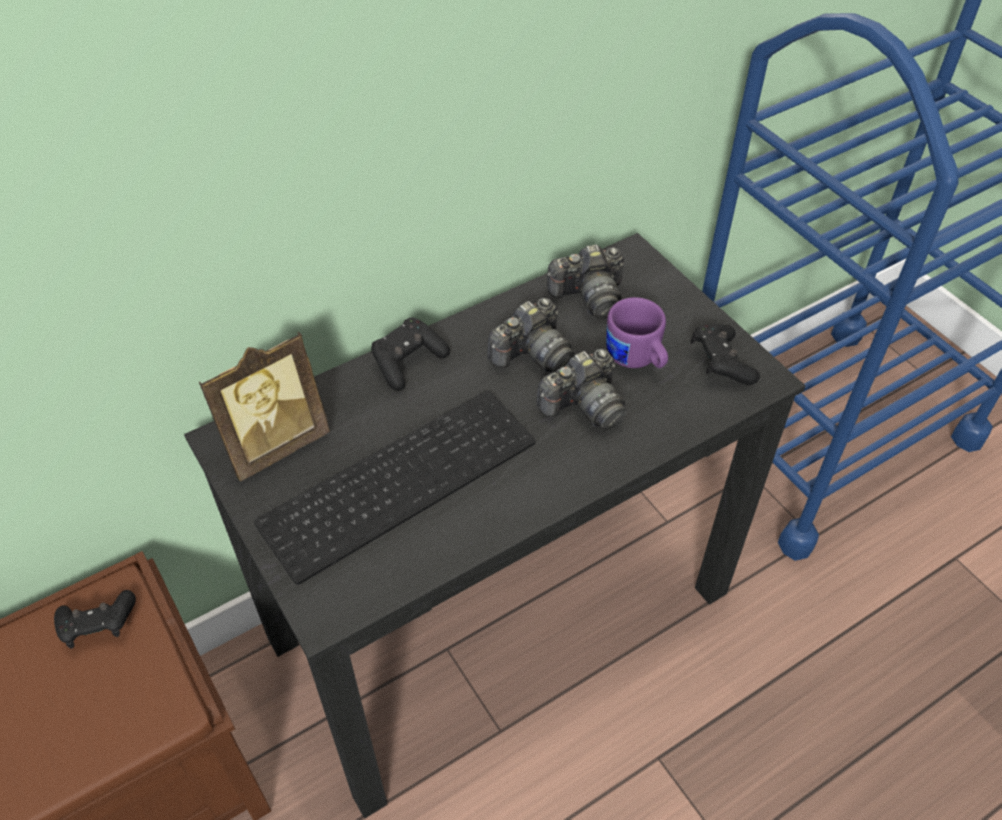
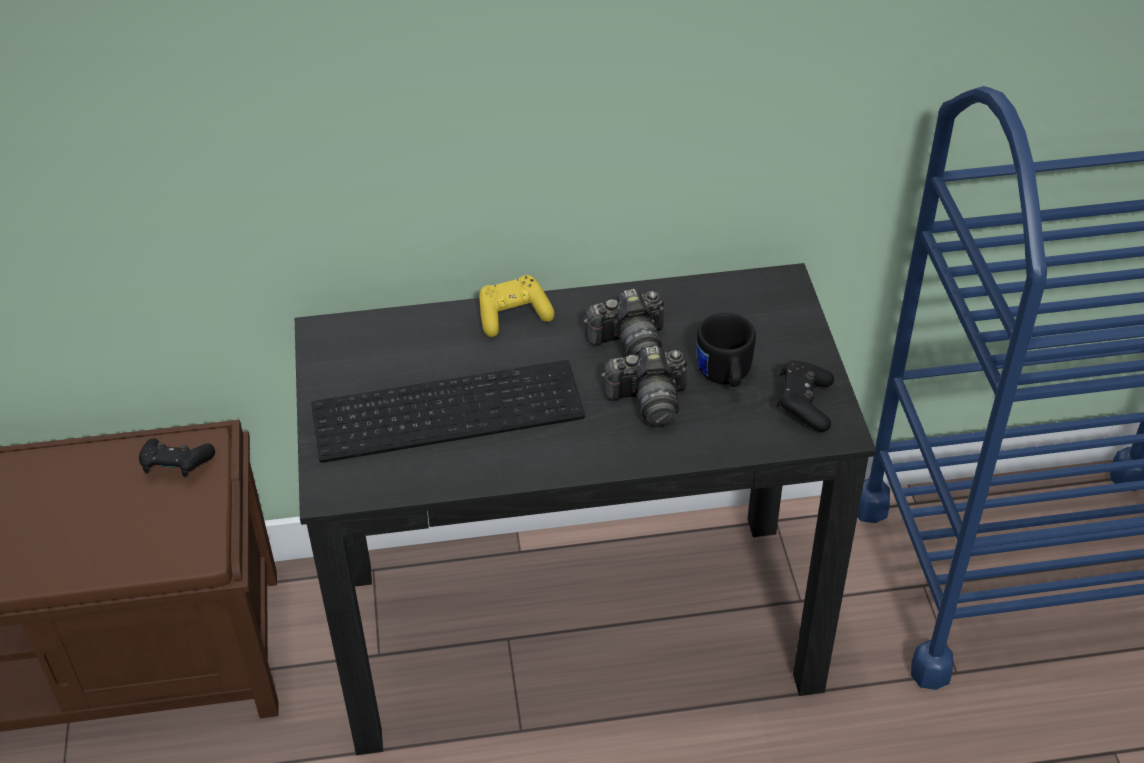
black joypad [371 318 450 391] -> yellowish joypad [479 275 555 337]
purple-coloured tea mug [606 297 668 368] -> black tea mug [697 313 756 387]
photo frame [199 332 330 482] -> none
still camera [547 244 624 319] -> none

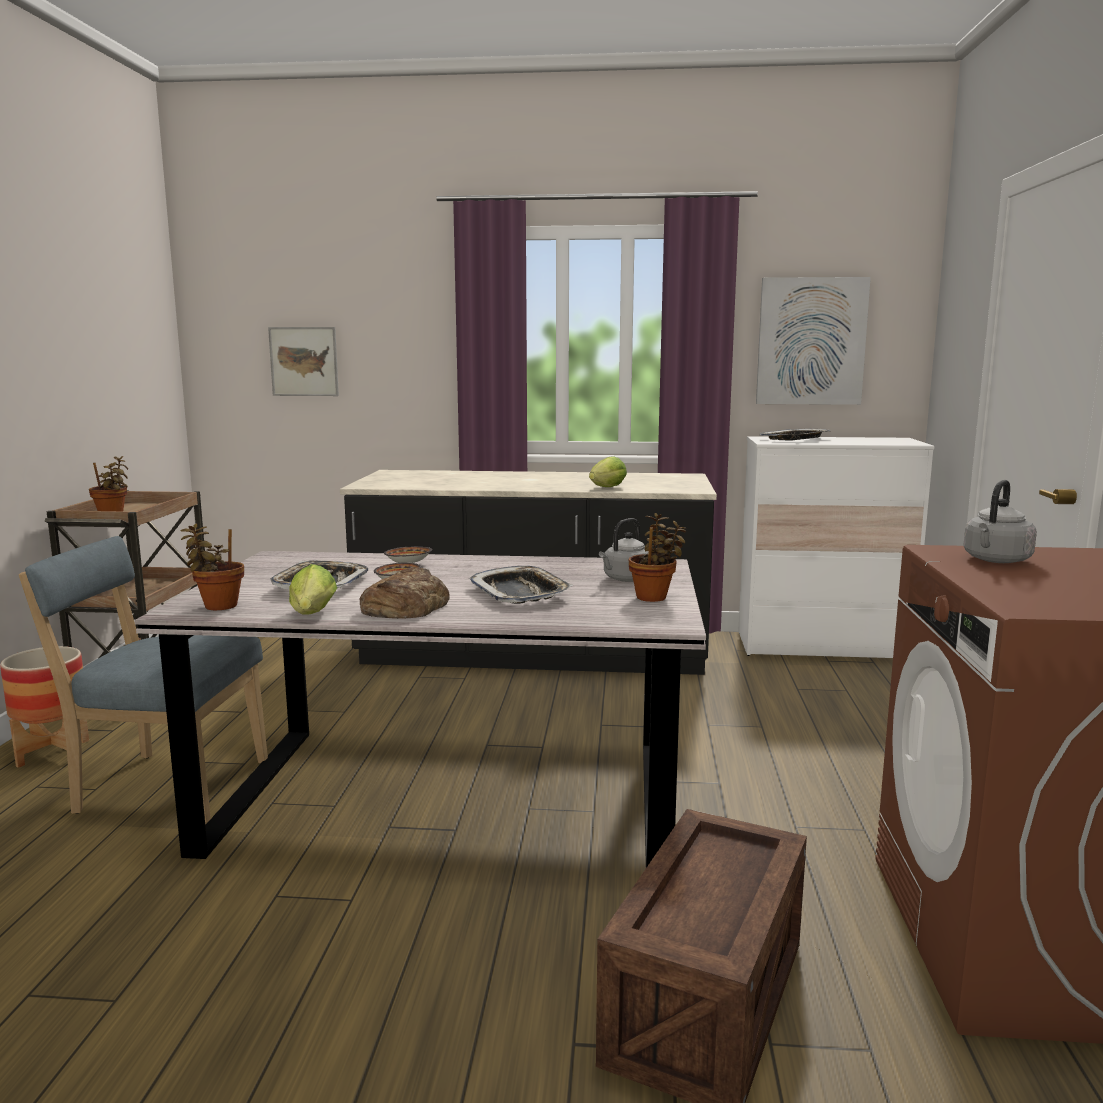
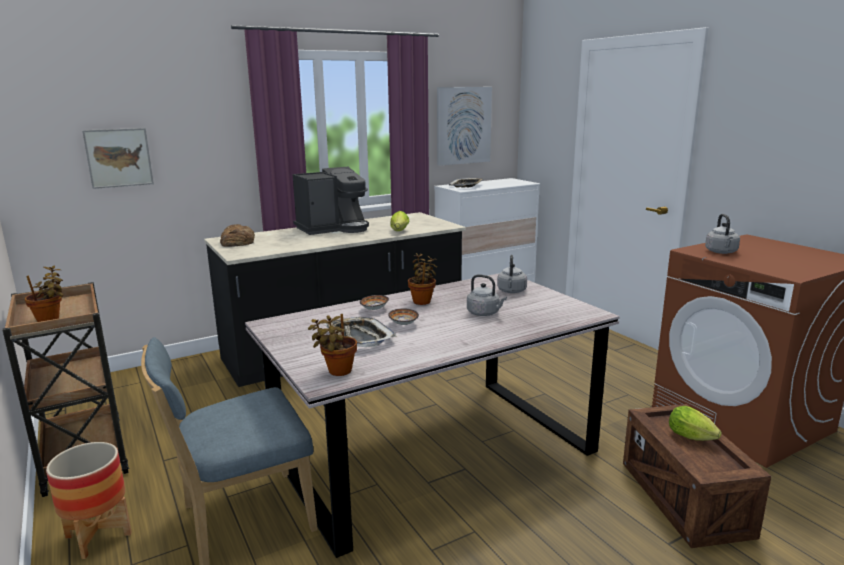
bread [359 567 450 619] -> bread [220 224 255 247], move
none -> coffee maker [293 167 369 235]
plant in a pot [629 513 687 602] -> plant in a pot [408 253 437 305], move
serving tray [469 566 573 604] -> grey kettle [467 274 507 316]
lettuce head [289 564 337 615] -> lettuce head [669 406 722 441], move

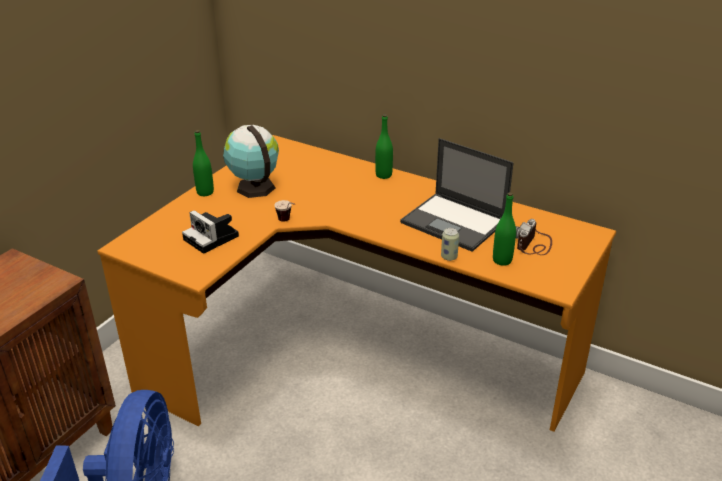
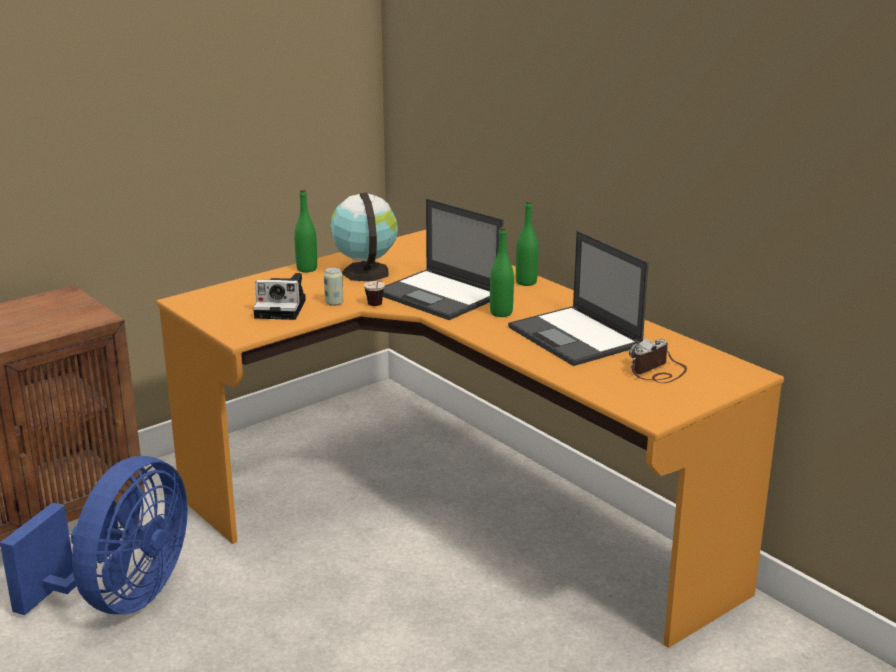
still camera [182 210 239 254] -> still camera [253 273 306 320], 60 degrees counterclockwise
can [441 228 459 261] -> can [324 267 344 306], move
none -> portable computer [383 198 503 320]
green-coloured bottle [493 192 516 266] -> green-coloured bottle [490 227 514 317], move

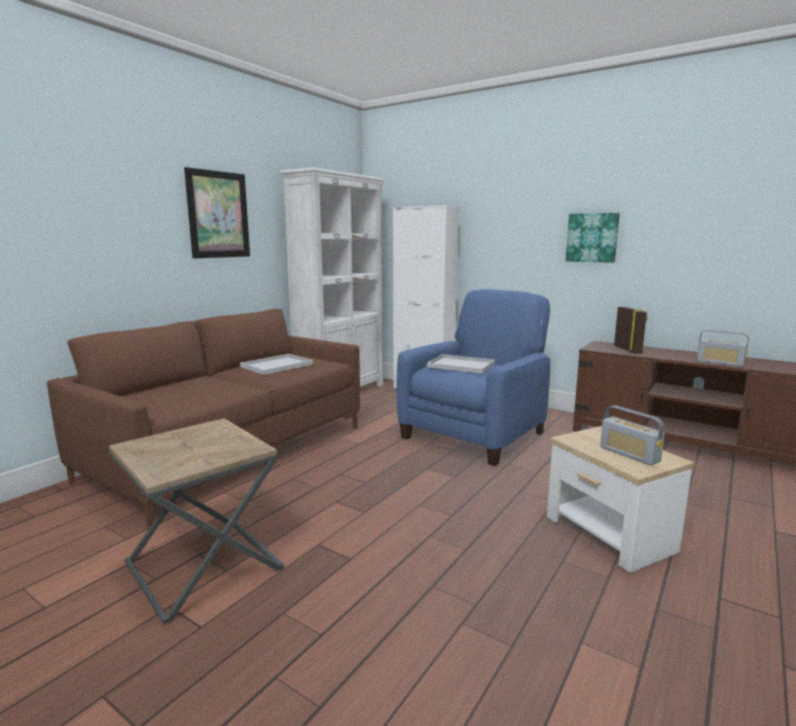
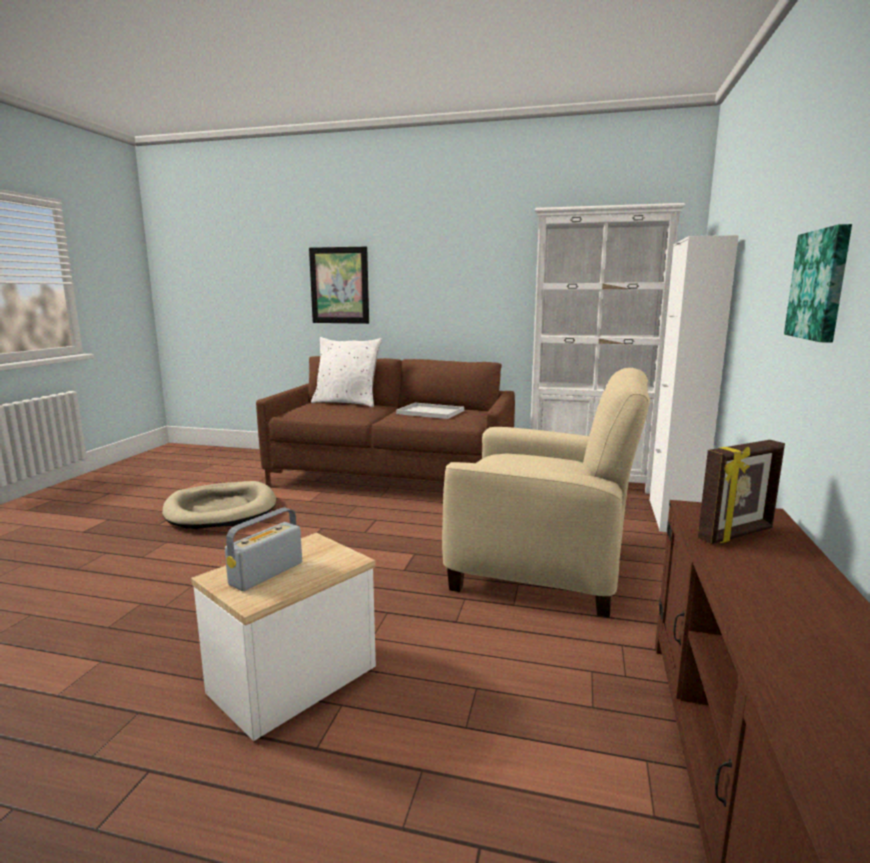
brown-coloured accent table [109 418 284 624] -> beige-coloured dog cushion [162 481 276 529]
wall picture [184 167 250 258] -> wall picture [309 247 369 324], move
none -> white pillow [311 337 382 407]
bluish lounge chair [397 289 550 466] -> beige-coloured lounge chair [442 368 650 618]
white serving tray [427 354 495 374] -> none
radio set [697 330 749 367] -> none

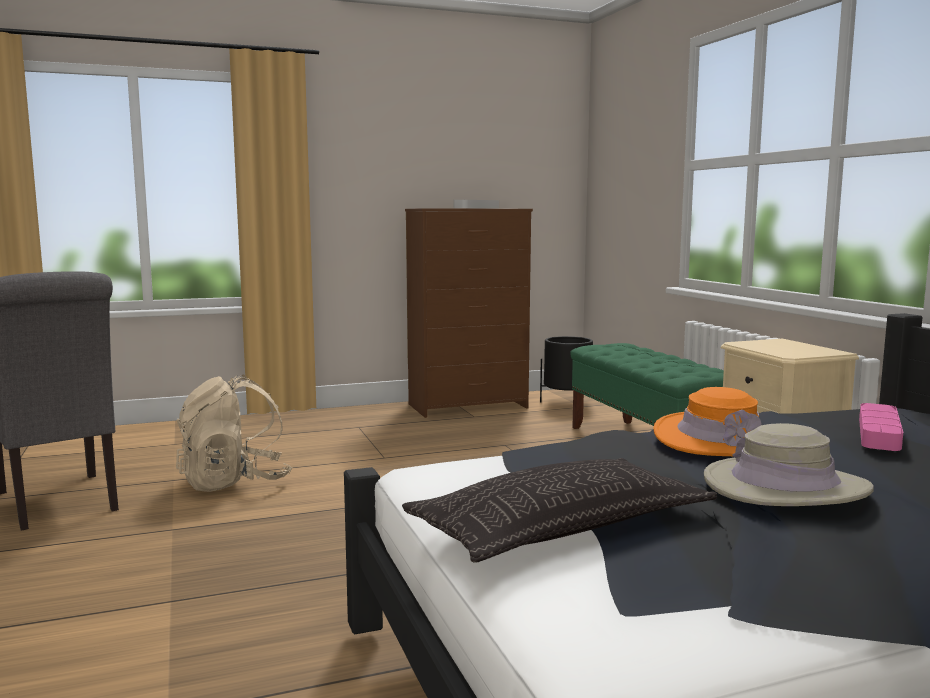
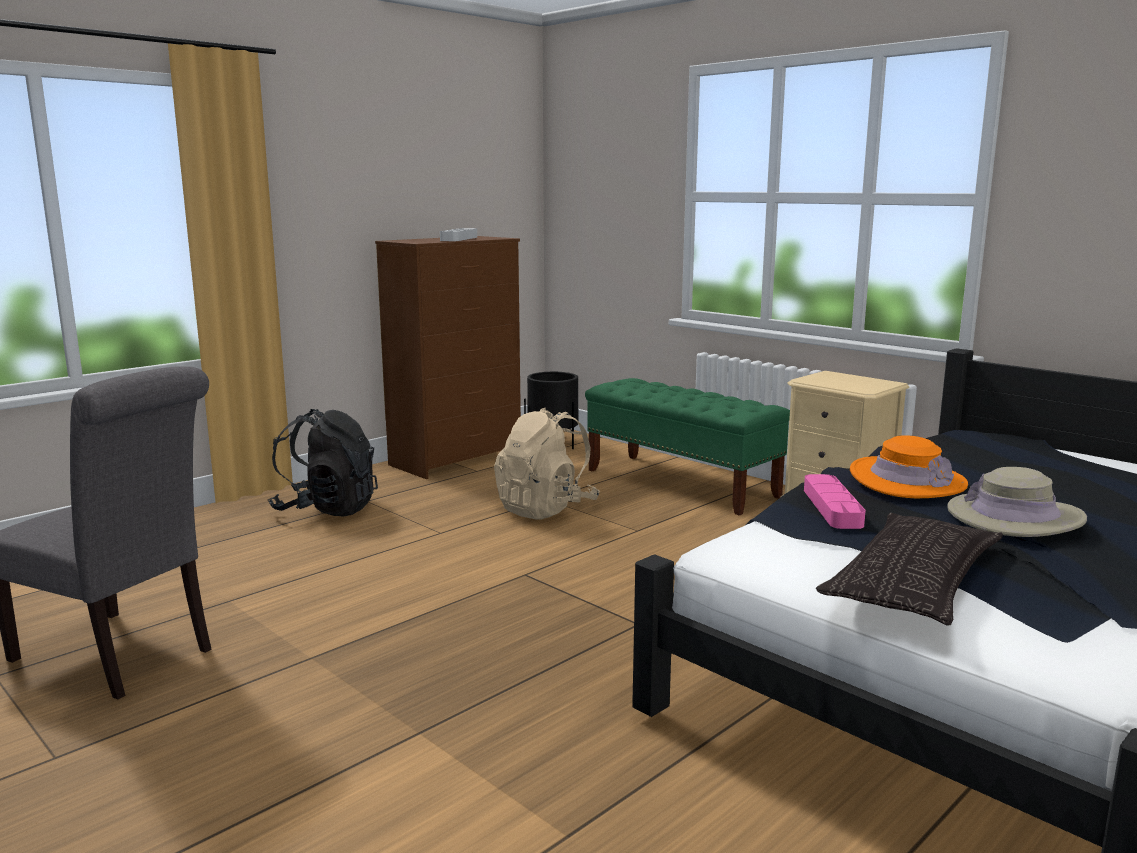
none -> black backpack [268 409 378 517]
beige-coloured backpack [176 374 292 492] -> beige-coloured backpack [494 408 600 519], move
pink serving tray [859 403 903 451] -> pink serving tray [804 474 866 529], move

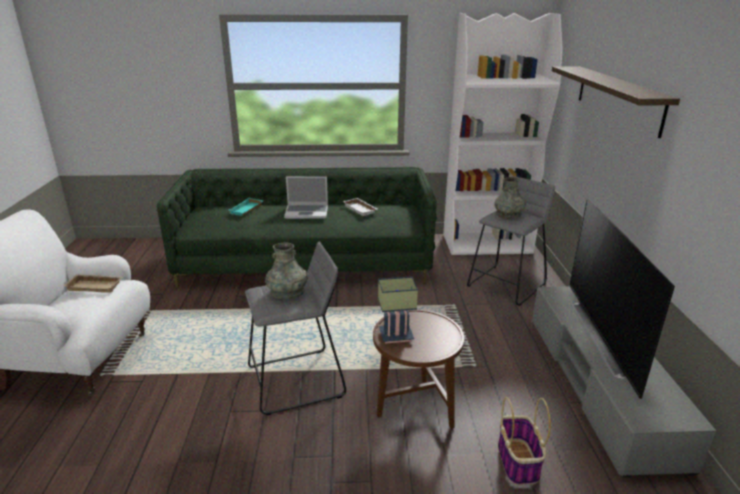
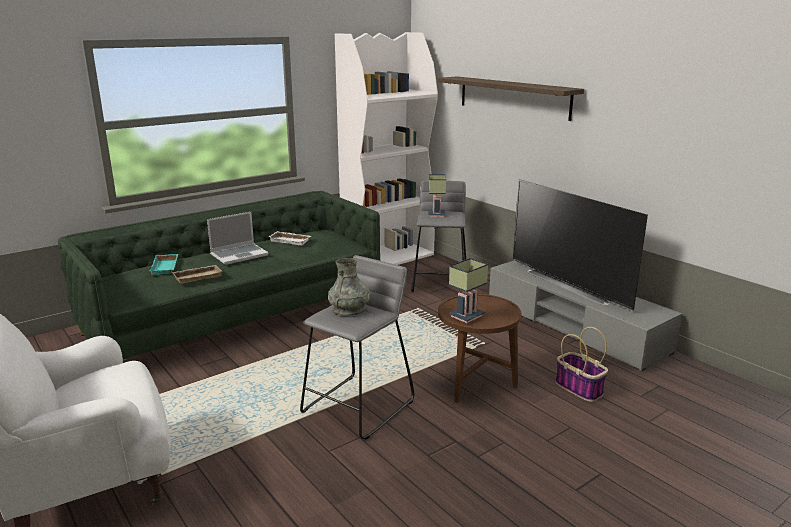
beige-coloured serving tray [63 274 122 293] -> beige-coloured serving tray [172 265 222 284], move
grey decorative vase [494 177 526 219] -> table lamp [428 174 446 217]

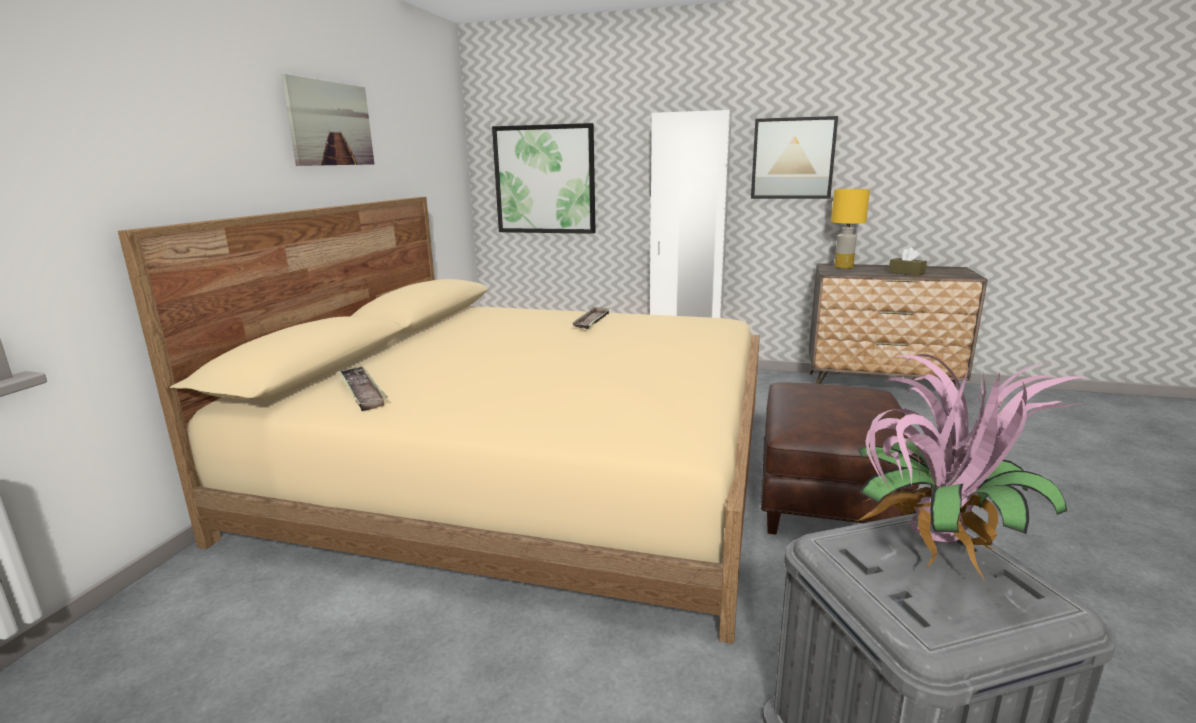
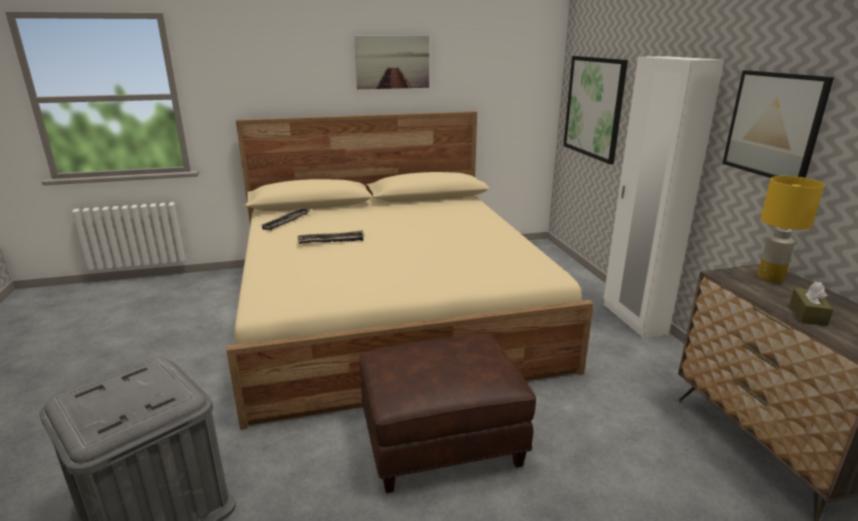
serving tray [572 306 610 329] -> serving tray [297 230 365 244], move
plant in a pot [855 354 1086 582] -> none

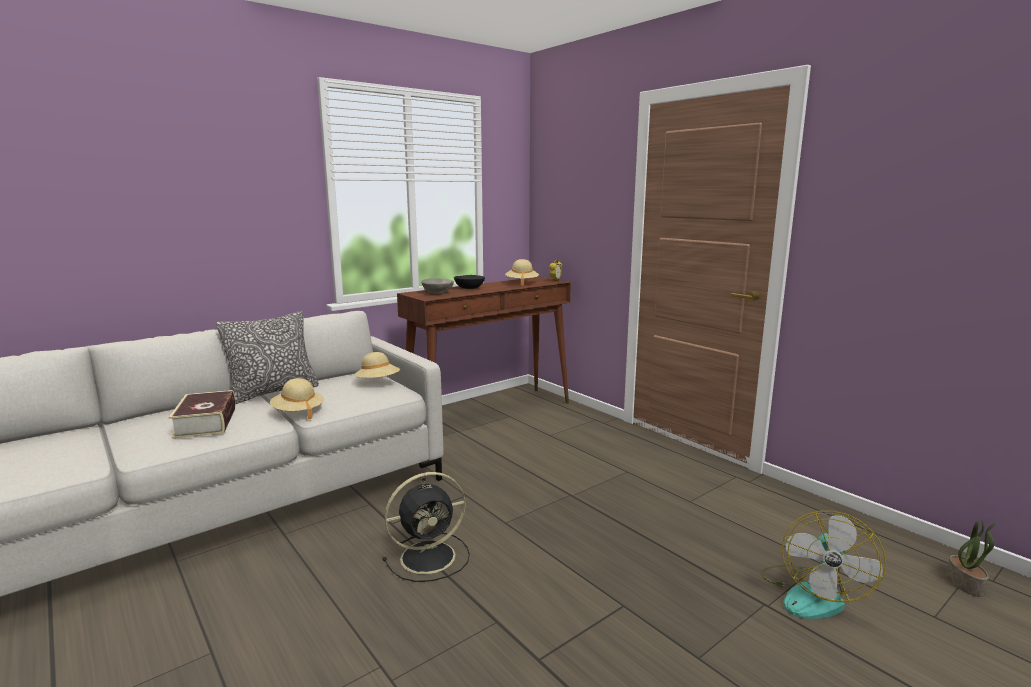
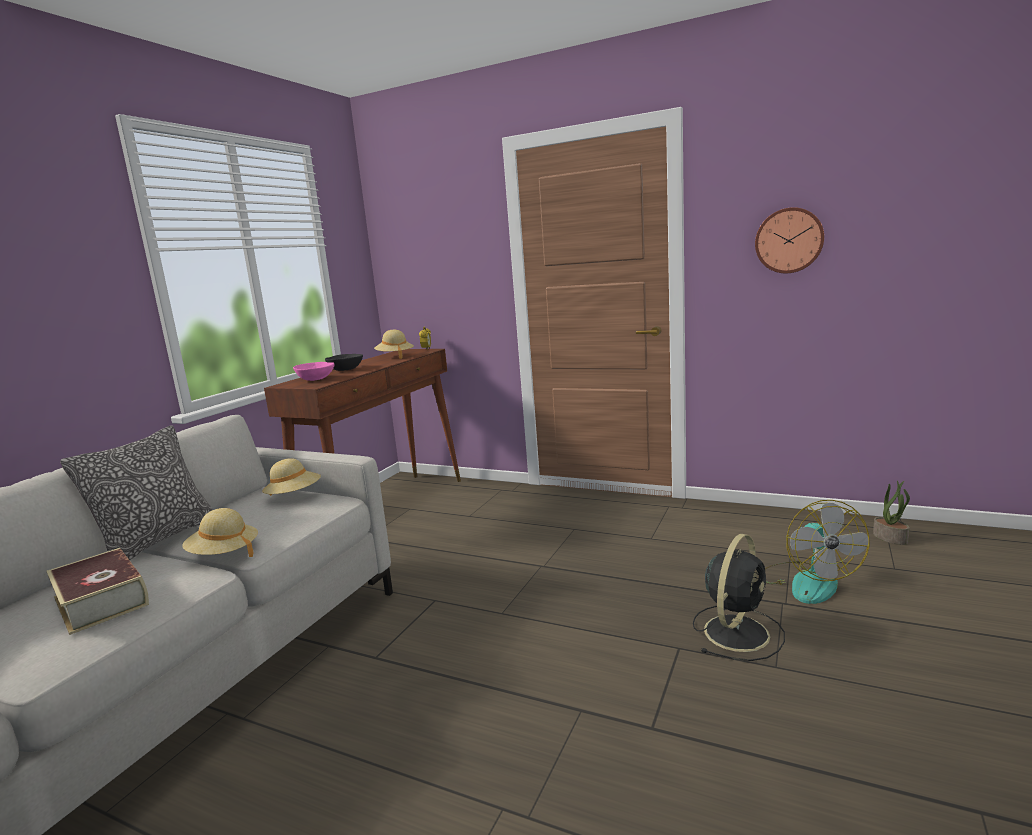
grey serving bowl [421 278 454 293] -> pink serving bowl [293 362 334 381]
black electric fan [383 472 470 582] -> black electric fan [693 534 785 661], move
none -> clock on the wall [755 207 824 273]

